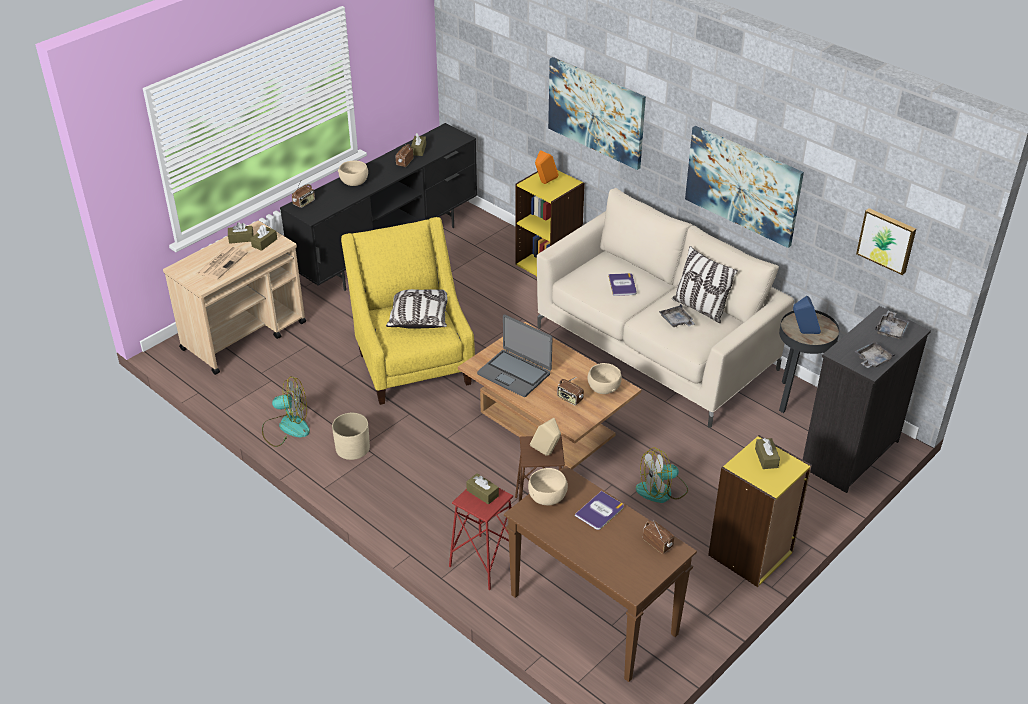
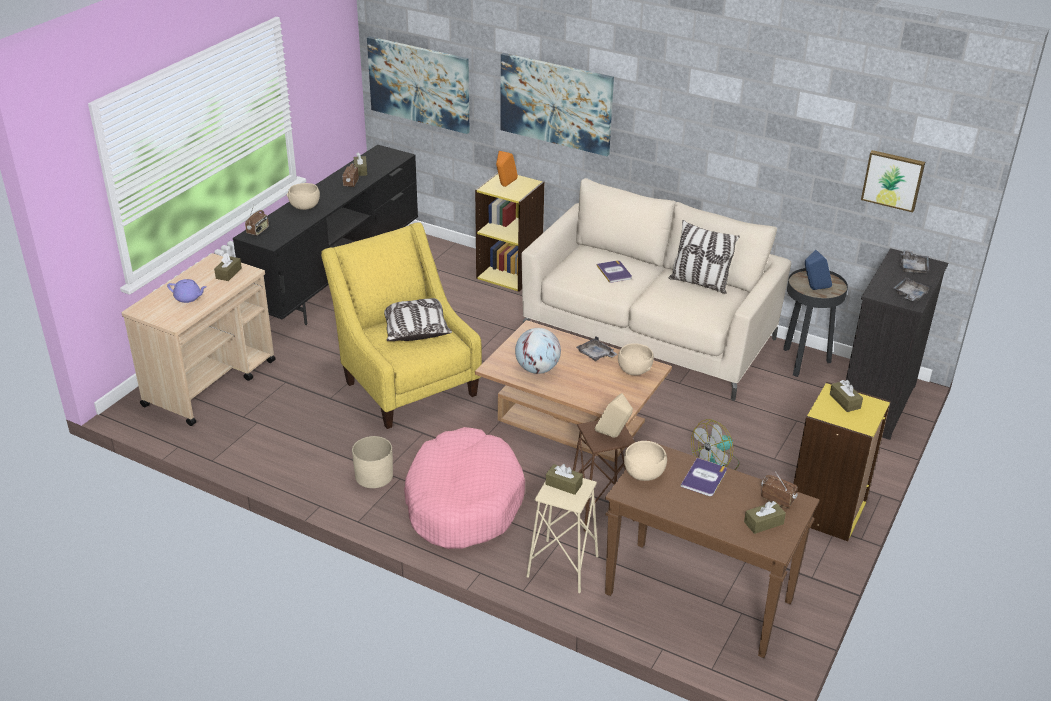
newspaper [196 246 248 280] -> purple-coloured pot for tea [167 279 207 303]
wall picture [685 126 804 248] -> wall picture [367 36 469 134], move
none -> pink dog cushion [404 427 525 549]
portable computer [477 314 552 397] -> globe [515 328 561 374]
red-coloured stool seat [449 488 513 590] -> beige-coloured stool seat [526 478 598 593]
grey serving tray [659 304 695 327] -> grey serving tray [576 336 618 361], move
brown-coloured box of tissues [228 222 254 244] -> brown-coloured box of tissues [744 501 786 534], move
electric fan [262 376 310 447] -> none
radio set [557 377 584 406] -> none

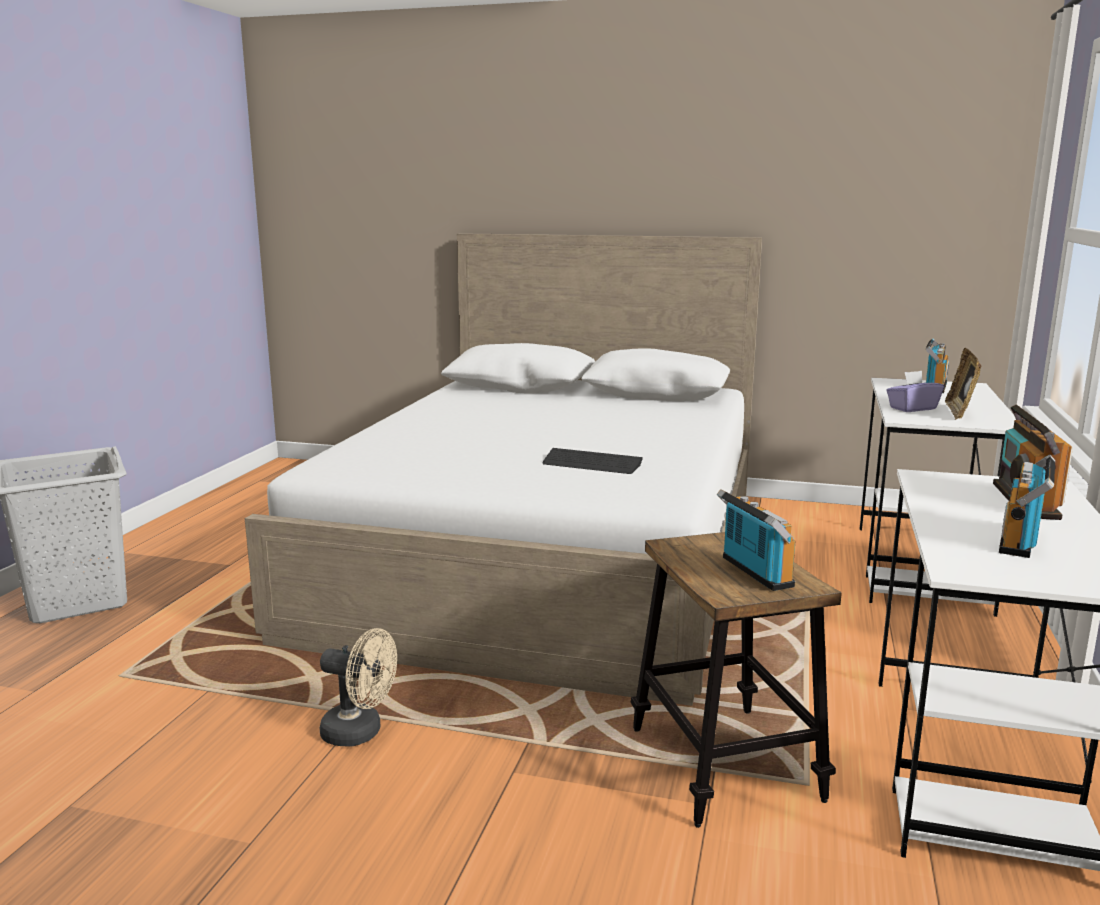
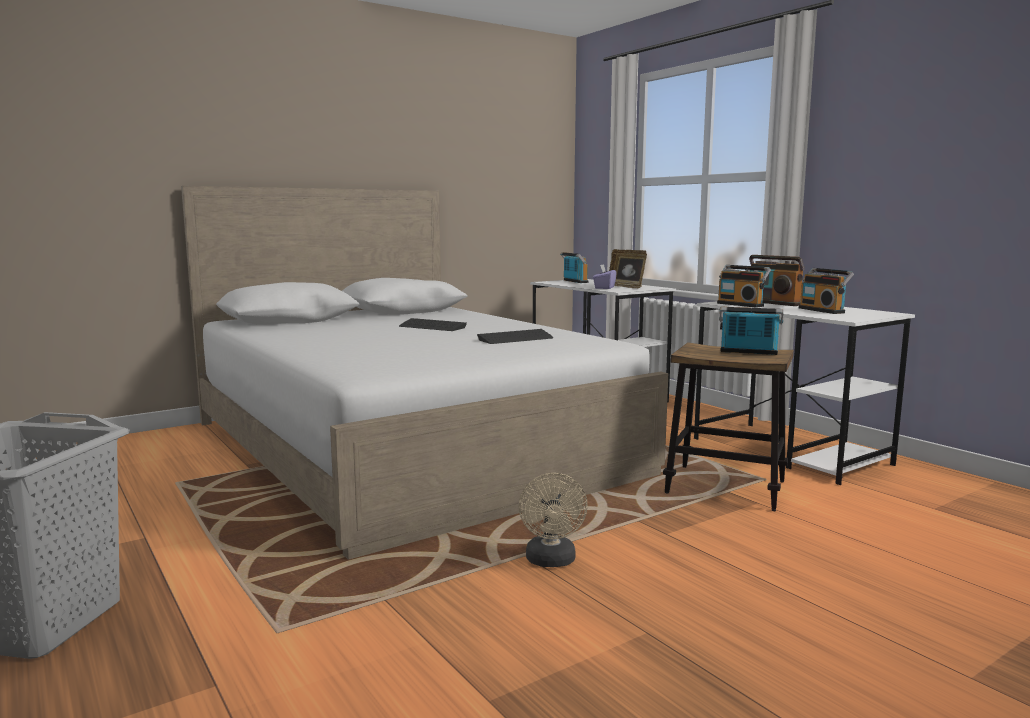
none -> computer keyboard [399 318 467 331]
beige-coloured electric fan [320 628 397 746] -> beige-coloured electric fan [519 473 588 567], 120 degrees clockwise
none -> radio set [717 265 771 308]

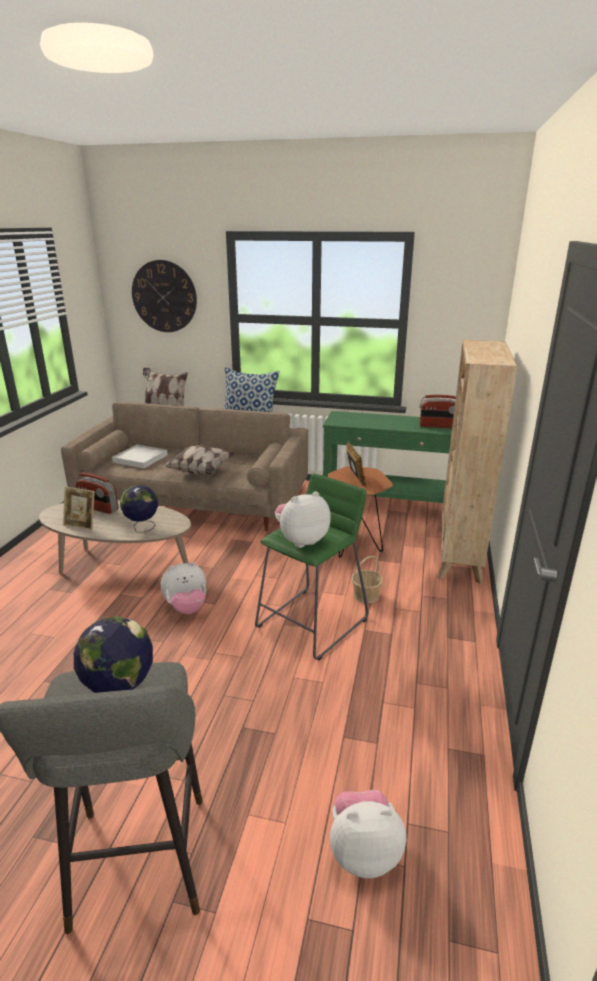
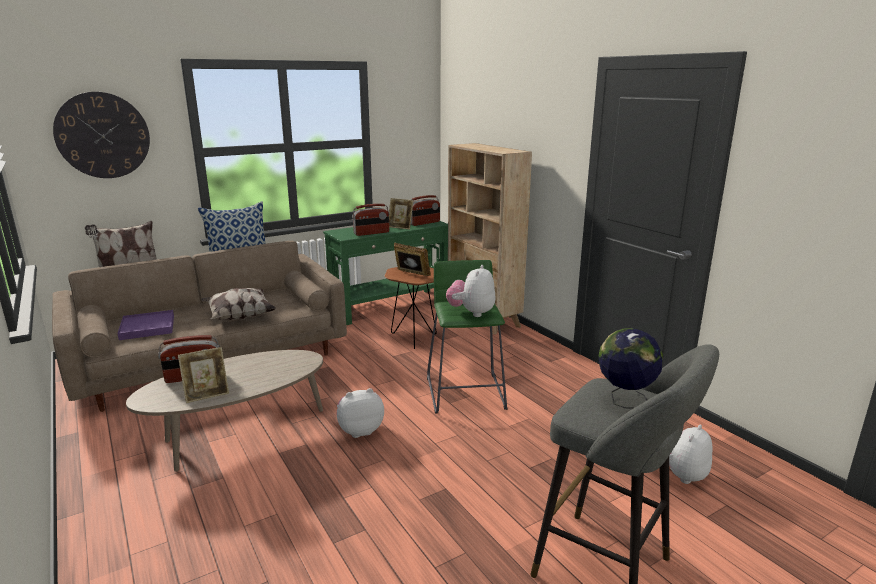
white serving tray [112 445 168 468] -> purple-coloured serving tray [117 310 174 340]
soft toy [161 562 206 614] -> soft toy [337 388 384 438], 135 degrees counterclockwise
none -> radio set [352 204 389 236]
none -> photo frame [389 198 413 230]
globe [120 485 158 533] -> none
storage basket [351 556 383 603] -> none

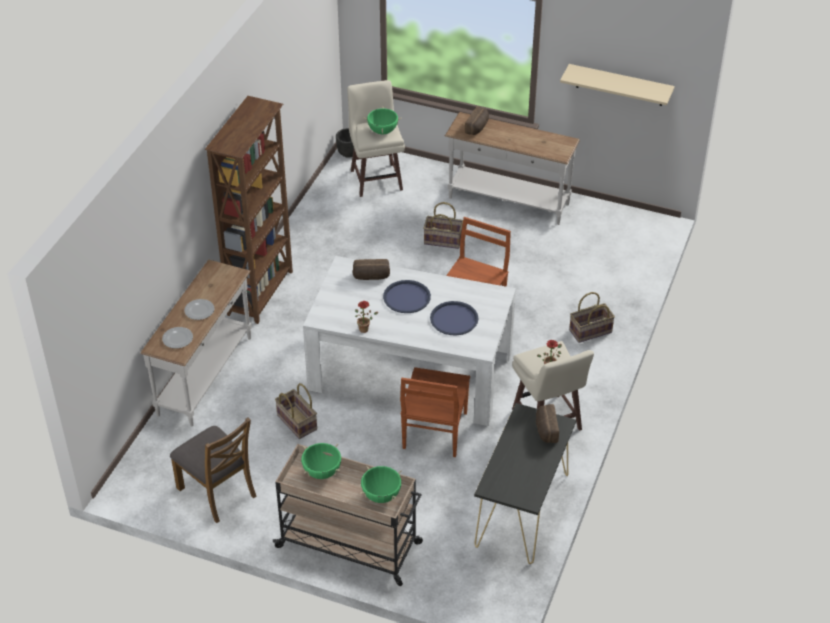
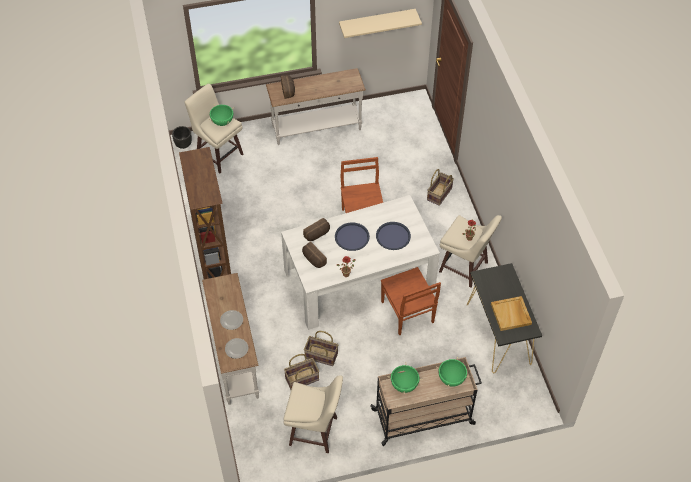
storage basket [423 202 463 249] -> storage basket [284 354 319 390], move
brown-coloured plain chair [170 417 256 523] -> beige-coloured stool seat [284 375 343 453]
bread [536 404 559 443] -> bread [302 242 327 268], move
none -> beige-coloured serving tray [491 296 532 331]

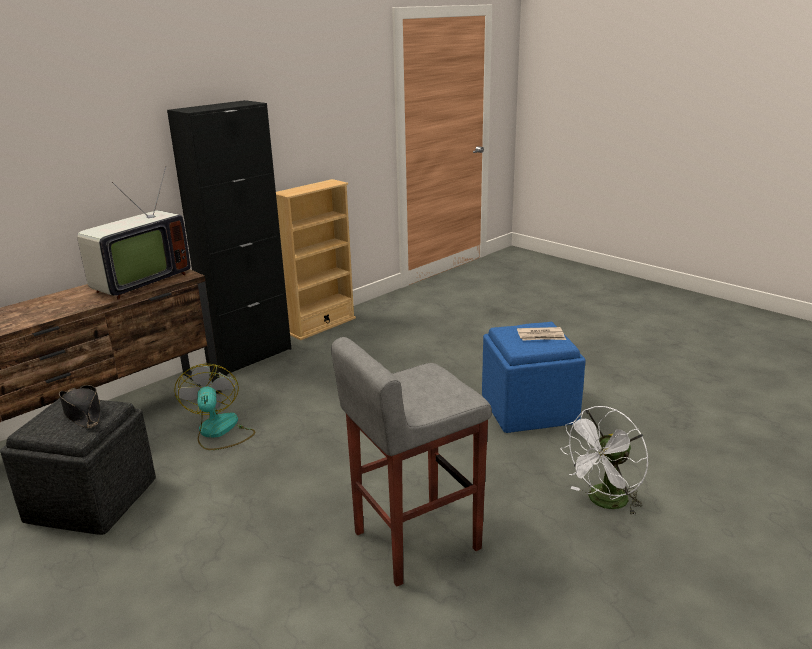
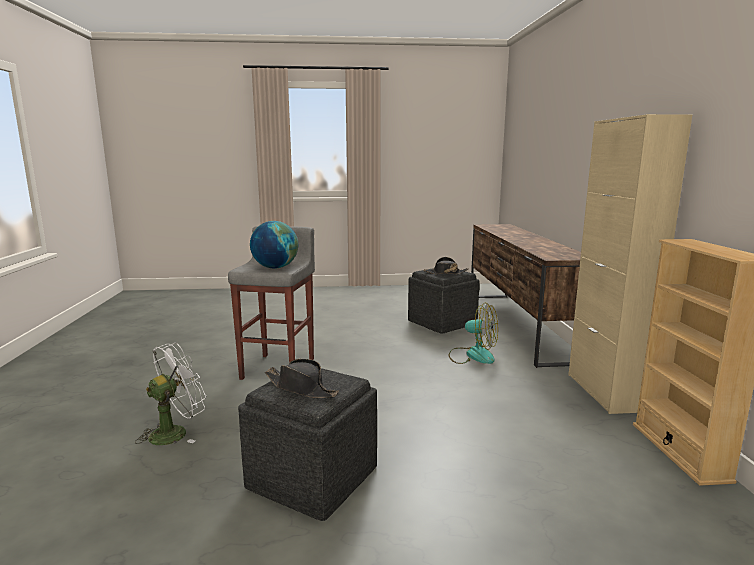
white electric fan [560 406 648 516] -> white electric fan [135 343 206 445], 45 degrees clockwise
bluish ottoman [482 322 586 433] -> grey ottoman [238 368 377 521]
none -> globe [250 221 298 269]
newspaper [517 327 566 341] -> black clothing hat [265 359 339 398]
black cupboard [167 100 291 376] -> beige-coloured cupboard [568 114 692 414]
TV set [77 166 190 300] -> none

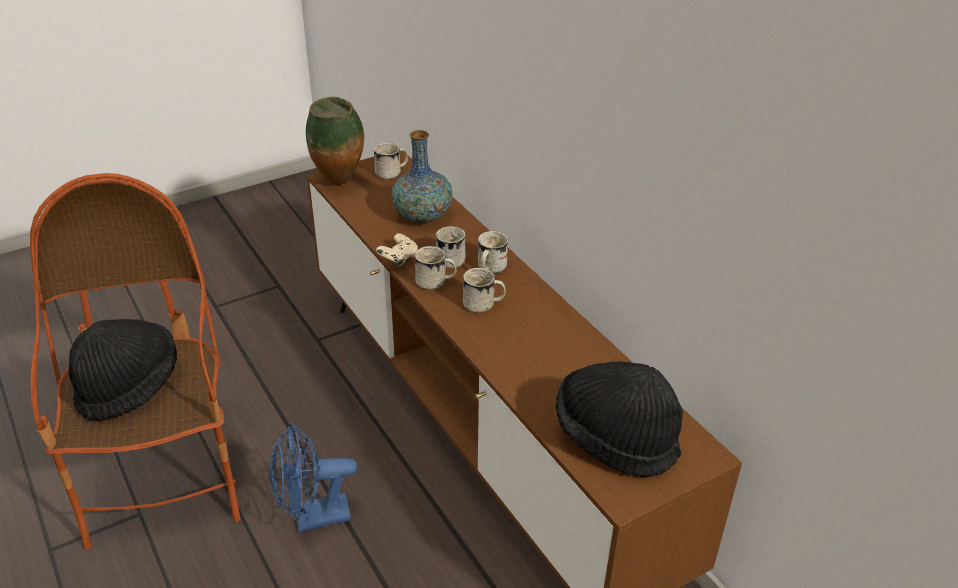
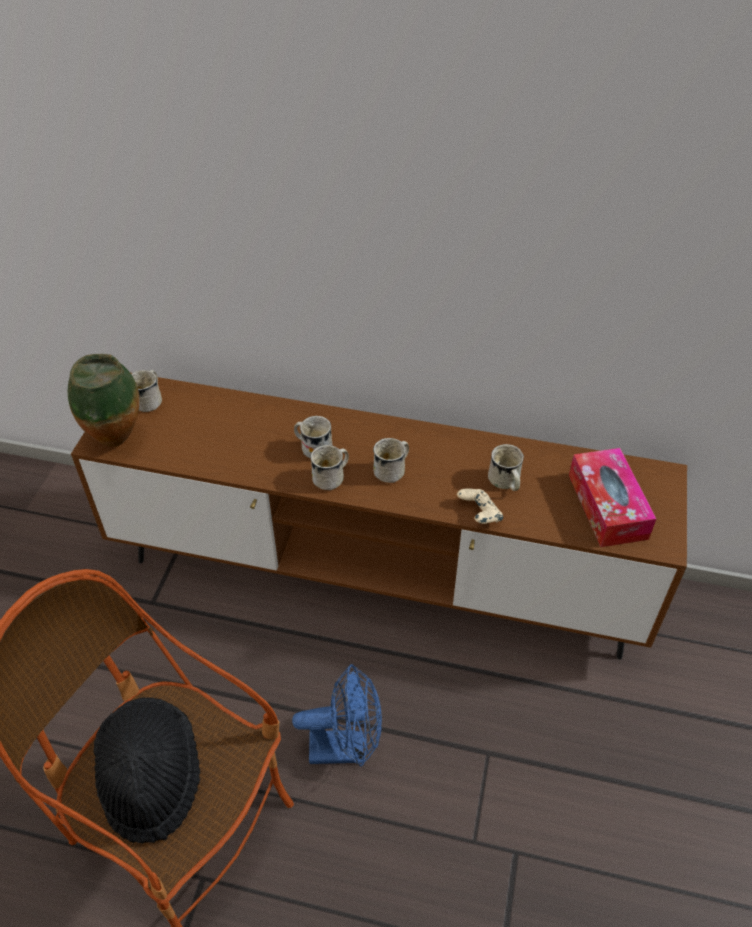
bluish electric fan [270 424 357 532] -> bluish electric fan [292 664 382 767], 120 degrees counterclockwise
beige-coloured joypad [376 233 418 267] -> beige-coloured joypad [457 488 503 524], move
white tea mug [478 231 508 273] -> white tea mug [488 444 524 491], move
black clothing hat [556 361 683 477] -> box of tissues [569 448 656 547]
decorative vase [392 130 453 223] -> none

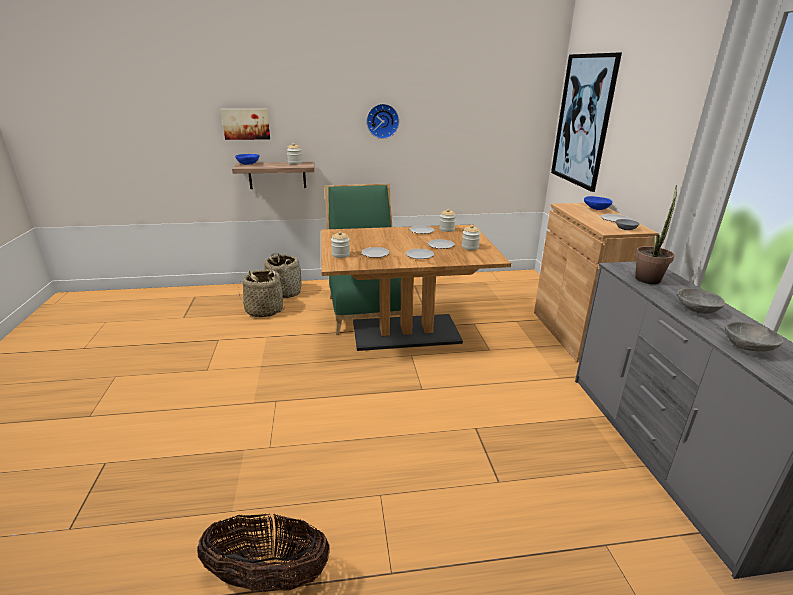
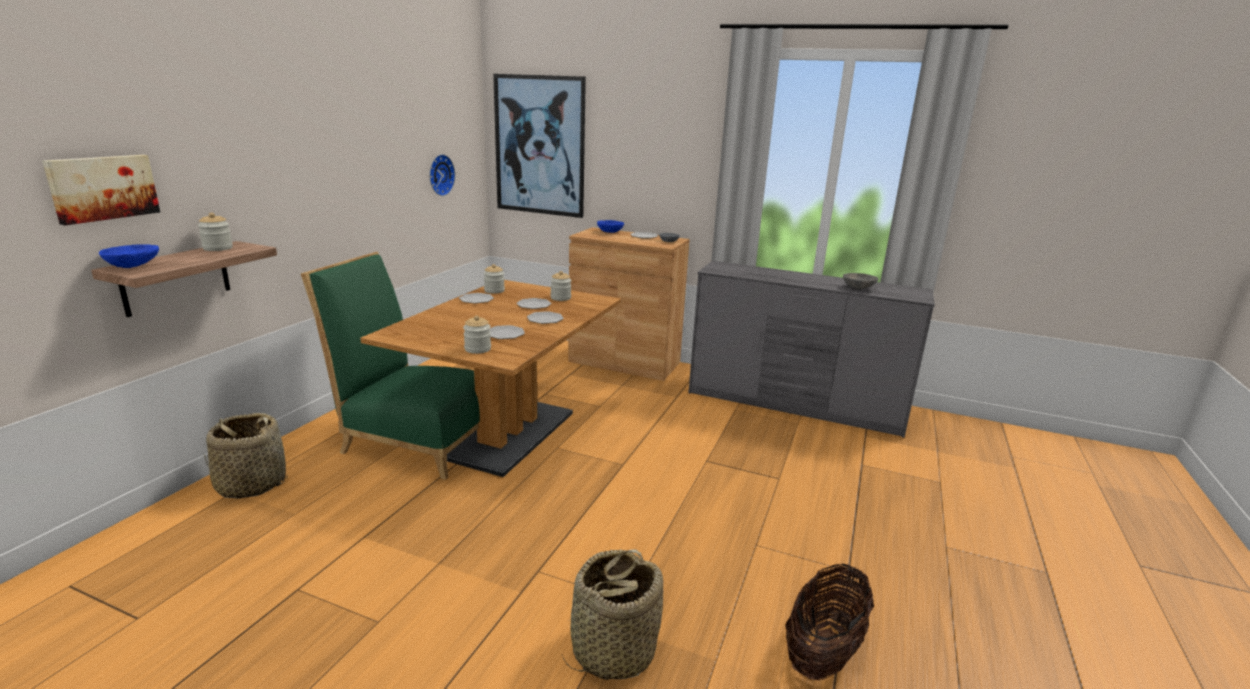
clock on the wall [366 104 399 139] -> clock on the wall [429 154 455 196], move
storage basket [239 269 285 317] -> storage basket [562 549 663 680], move
plant in a pot [635 185 677 284] -> none
grey serving bowl [677 288 725 314] -> none

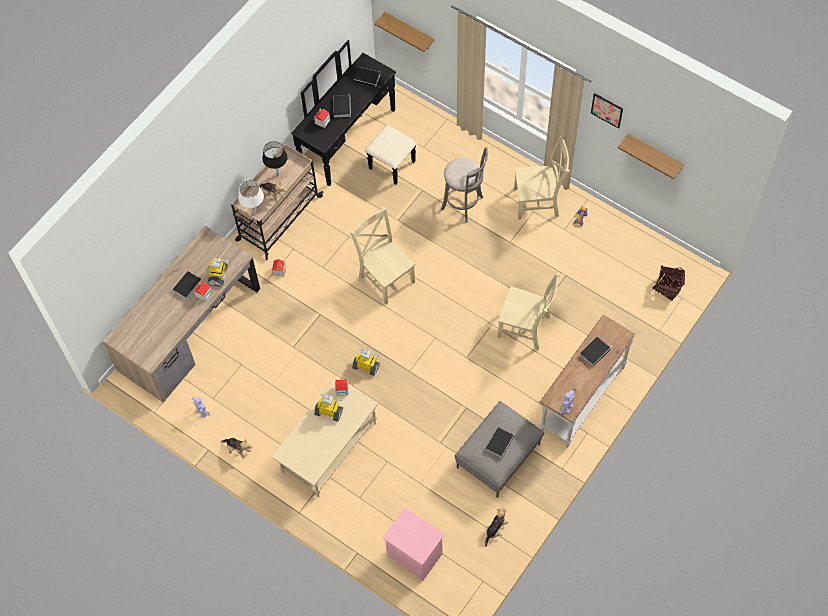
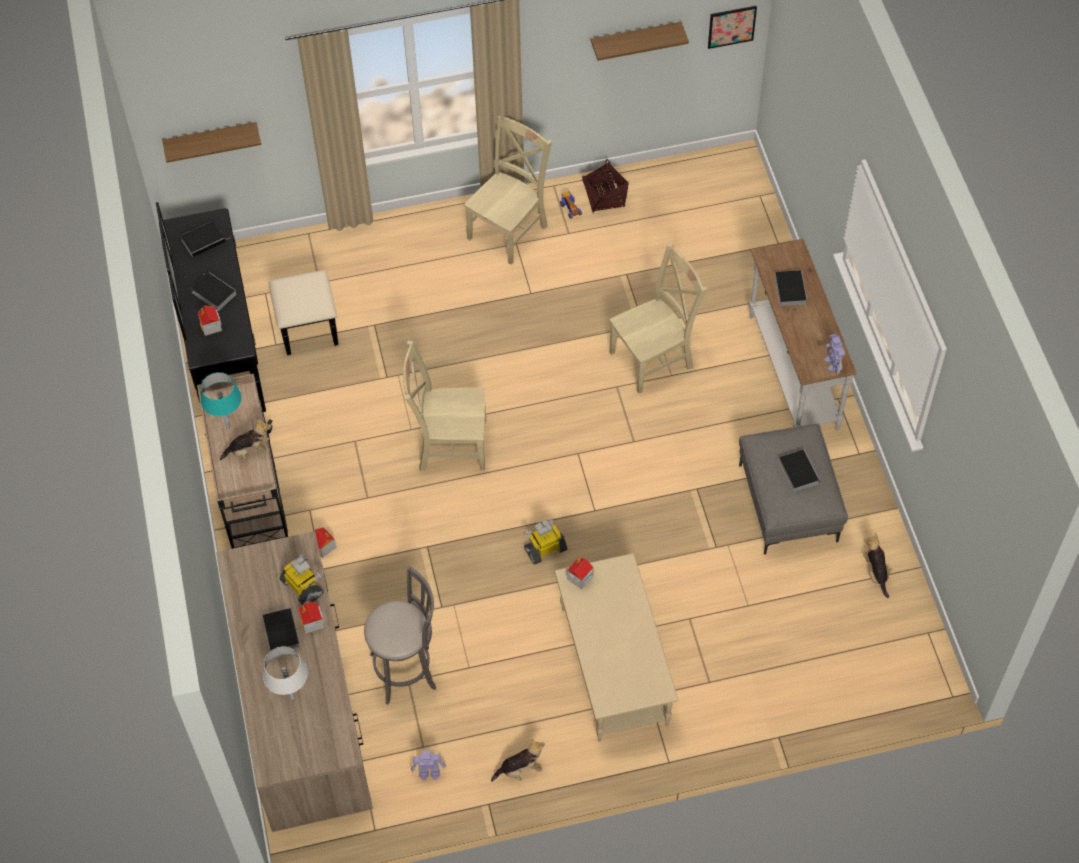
black table lamp [262 141 288 176] -> turquoise table lamp [201 372 242 428]
white table lamp [238 180 264 215] -> white table lamp [263 647 308 700], move
grey stool seat [441 147 488 222] -> grey stool seat [364 566 436 704], move
storage basket [652 265 685 301] -> storage basket [582 159 629 214], move
wall picture [591 93 623 129] -> wall picture [708 6 757 49], move
model robot [314 393 343 422] -> none
pink nightstand [383 508 445 581] -> none

